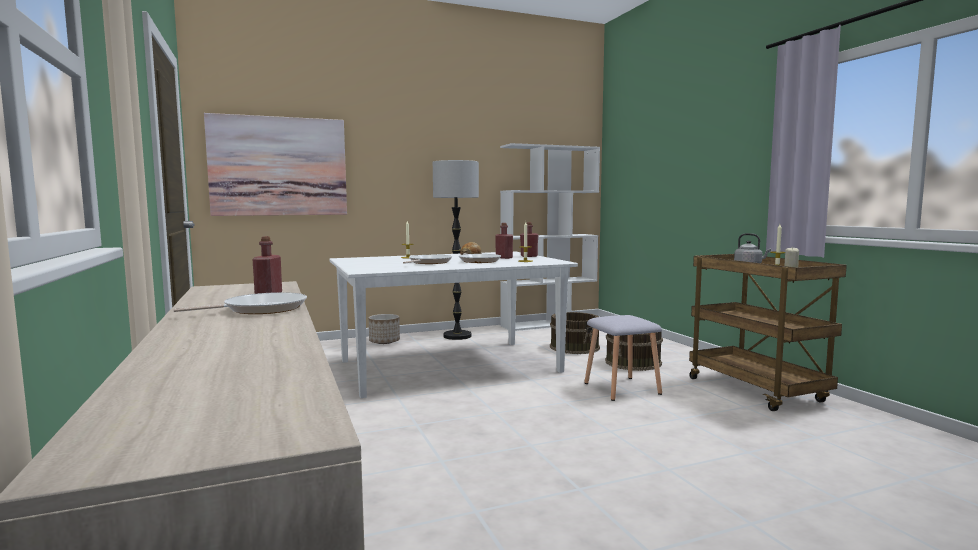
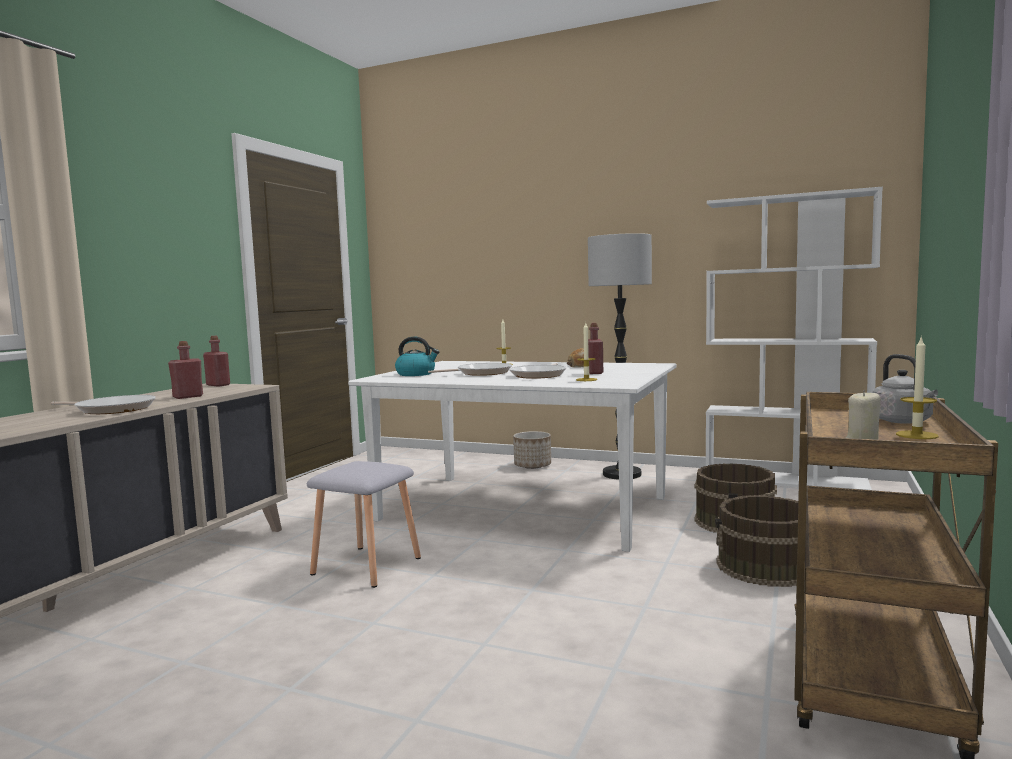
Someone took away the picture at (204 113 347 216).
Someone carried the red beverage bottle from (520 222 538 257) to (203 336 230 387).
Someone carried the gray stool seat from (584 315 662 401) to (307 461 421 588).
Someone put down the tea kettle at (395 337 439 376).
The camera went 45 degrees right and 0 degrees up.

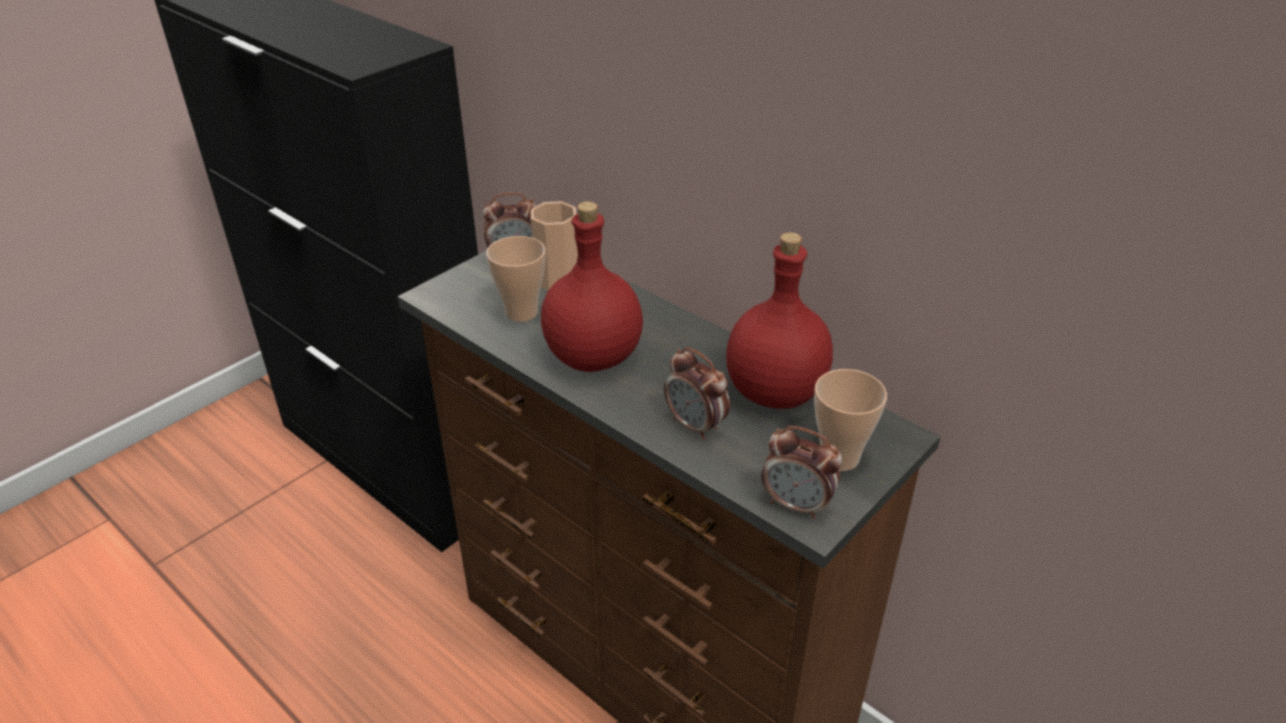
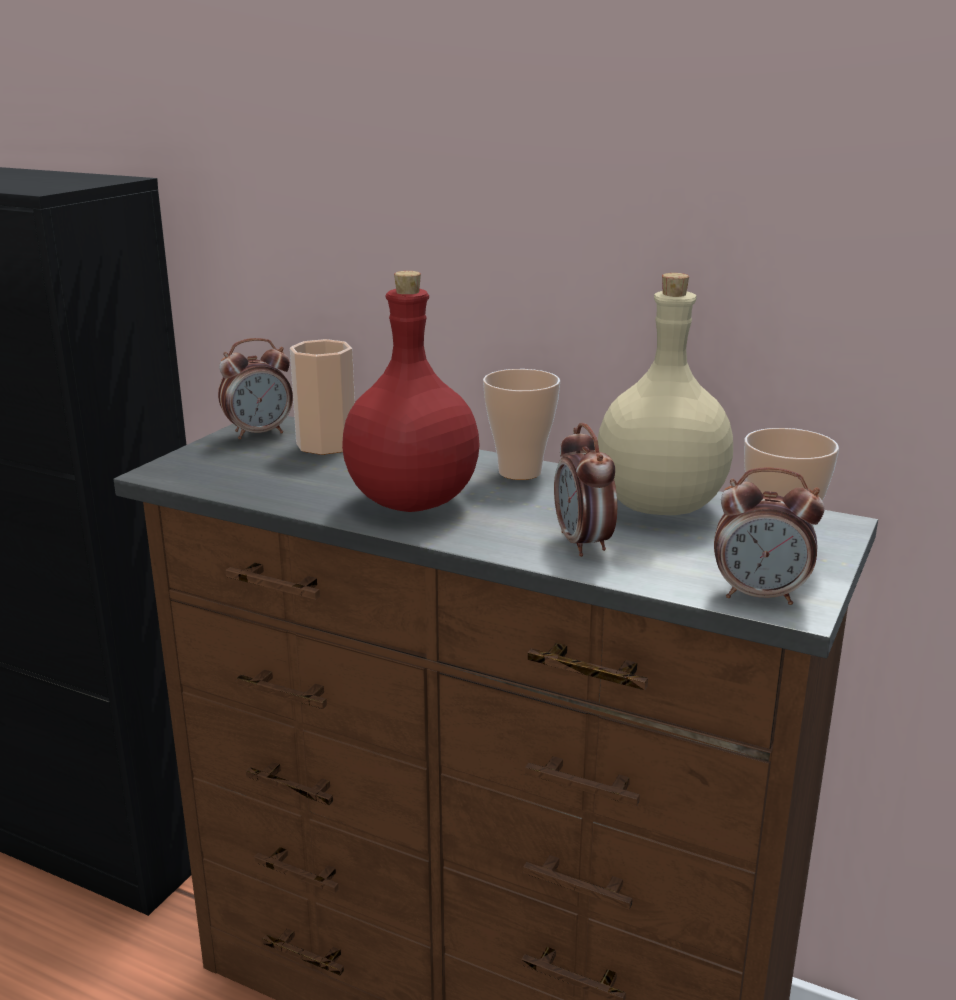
Someone carried the cup from (486 236 545 322) to (483 369 560 480).
Someone rotated the bedside clock at (664 347 730 440) by 45 degrees clockwise.
Someone repainted the red beverage bottle at (726 232 833 409), which became the beige beverage bottle at (598 273 733 515).
The camera went 15 degrees left and 15 degrees down.

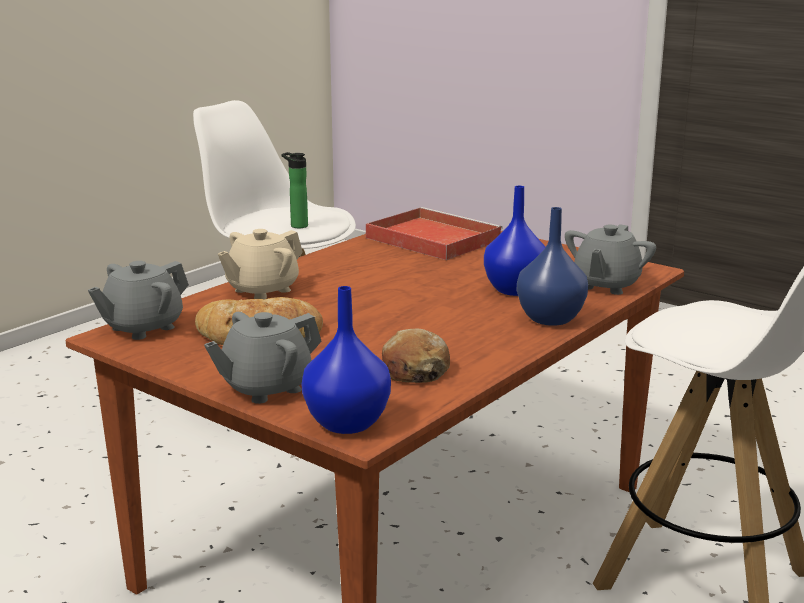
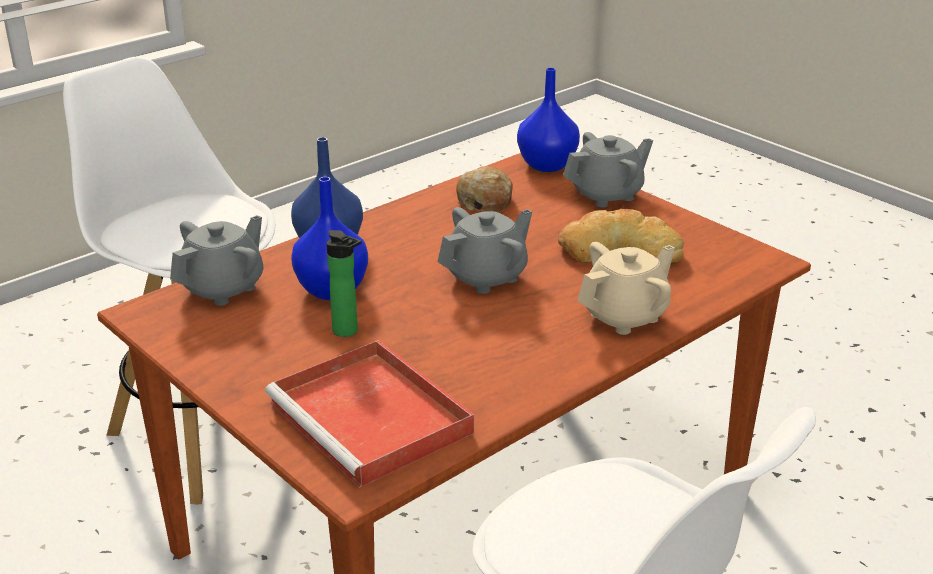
Someone carried the gray teapot from (88 261 189 340) to (438 207 532 294).
Someone carried the beverage bottle from (281 152 308 228) to (327 230 362 337).
The camera went 170 degrees left and 10 degrees up.

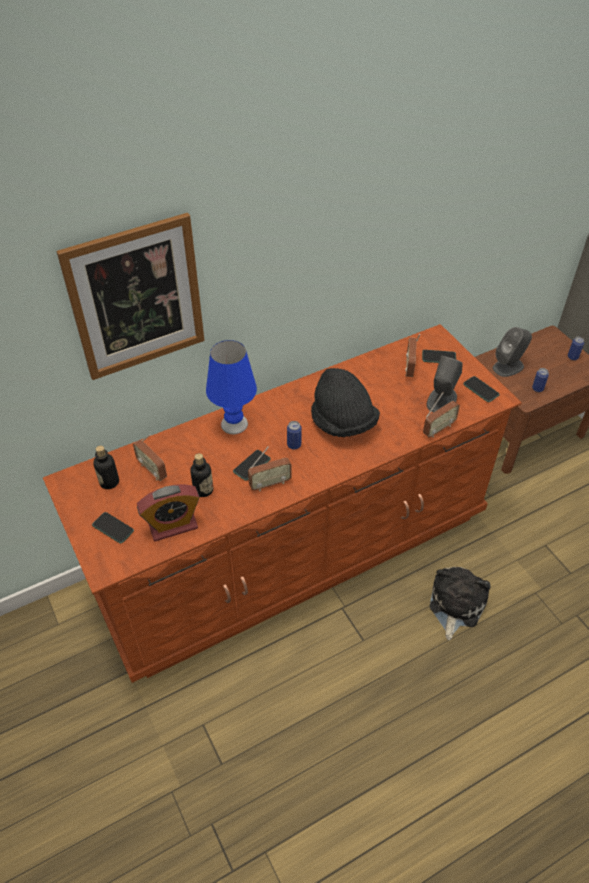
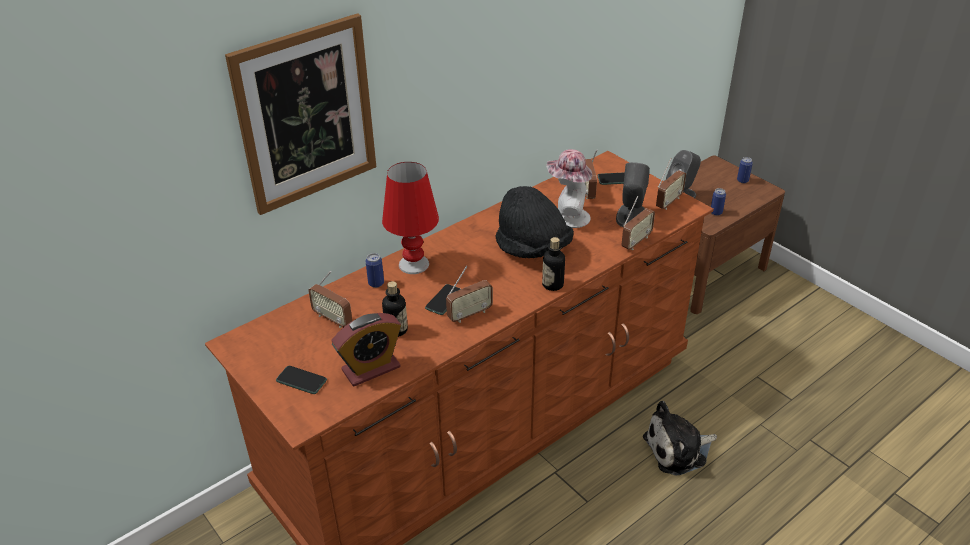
Someone carried the beverage bottle from (93 446 119 489) to (542 237 565 291).
Someone repainted the blue lamp for a table at (206 340 257 434), which became the red lamp for a table at (382 162 439 274).
Someone carried the metal can from (287 421 302 450) to (366 253 384 288).
Someone rotated the cuddly toy at (430 567 491 640) by 120 degrees counterclockwise.
Someone swapped the handset at (463 376 500 402) for the radio set at (656 158 686 210).
Someone put down the wearable hat at (546 149 592 228).
The camera went 10 degrees left and 10 degrees down.

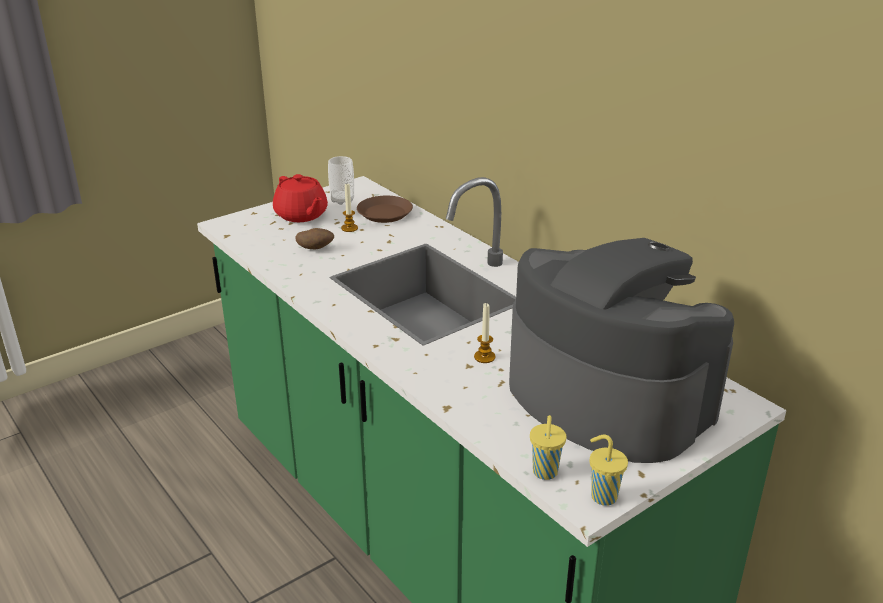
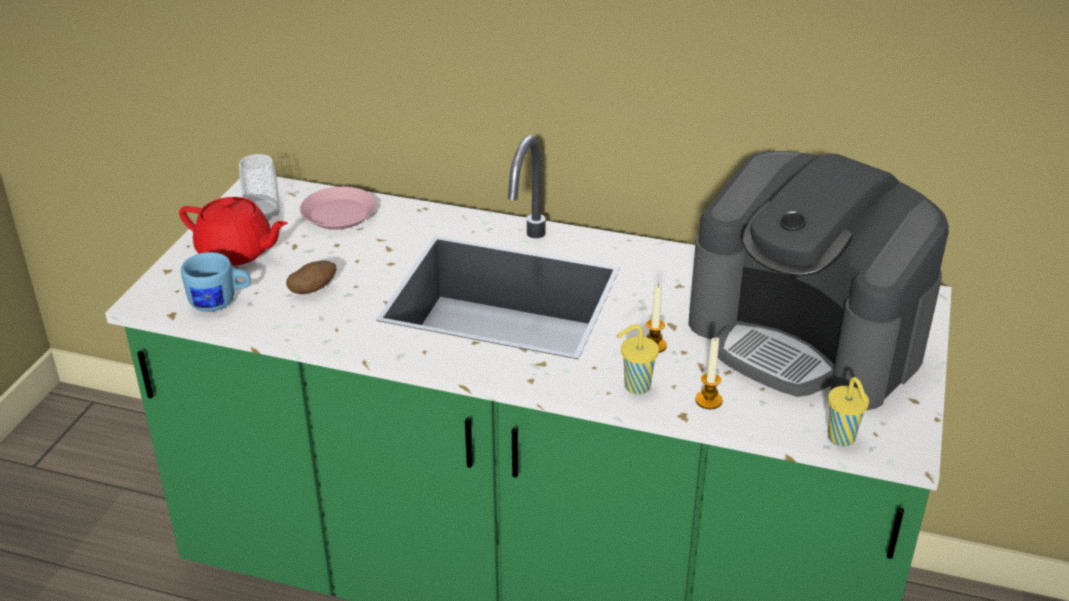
Someone carried the candle from (341 184 358 232) to (695 337 723 409).
Someone repainted the brown plate at (357 196 413 223), which became the pink-coloured plate at (300 187 376 230).
Someone rotated the coffee machine at (509 238 734 463) by 150 degrees counterclockwise.
Someone carried the yellow cup from (590 434 628 506) to (618 325 659 394).
Someone put down the blue coffee mug at (181 252 251 312).
The camera went 35 degrees left and 5 degrees up.

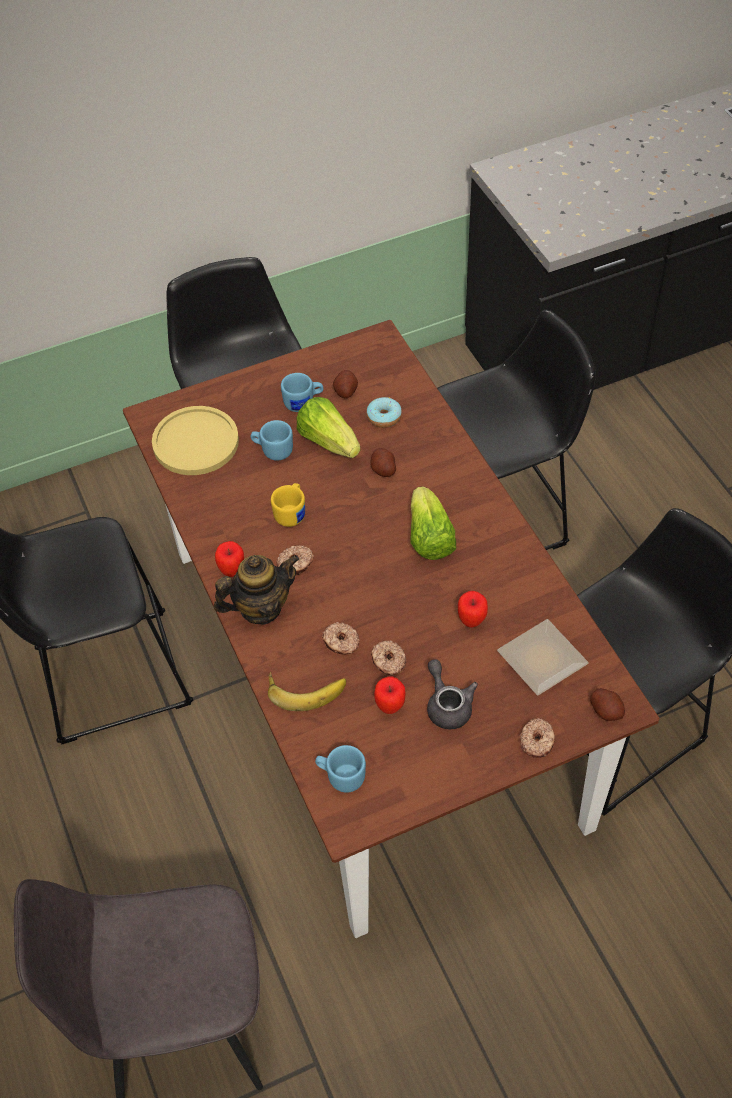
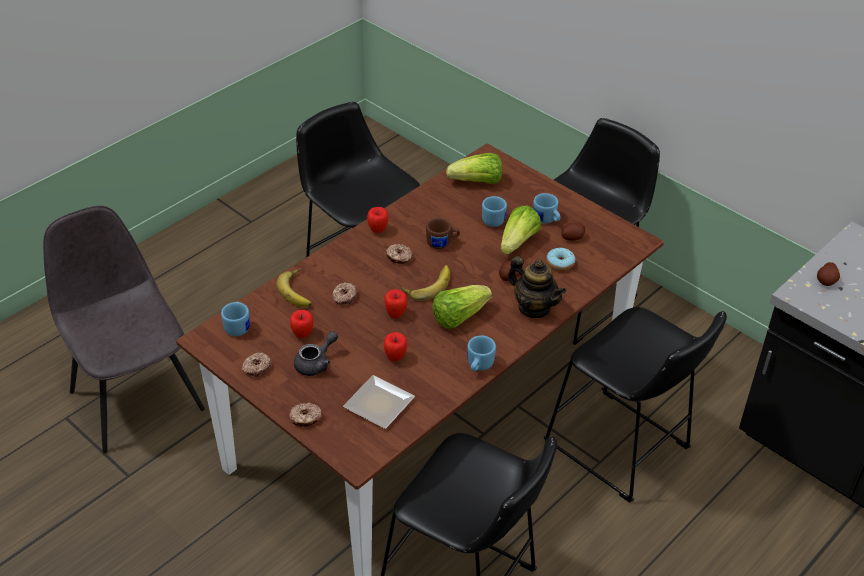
Someone swapped the yellow plate at (152 406 239 475) for the head of lettuce at (446 153 502 184).
Someone carried the teapot from (214 555 300 625) to (508 256 566 318).
Someone repainted the yellow coffee mug at (271 483 305 527), which became the brown coffee mug at (426 218 460 249).
Someone carried the ring doughnut from (371 640 406 675) to (242 352 272 378).
Someone carried the whole potato from (590 688 625 721) to (817 262 840 286).
Someone put down the whole apple at (384 289 407 318).
Someone put down the banana at (402 265 450 301).
Someone put down the blue coffee mug at (467 336 496 371).
The camera went 65 degrees right and 10 degrees down.

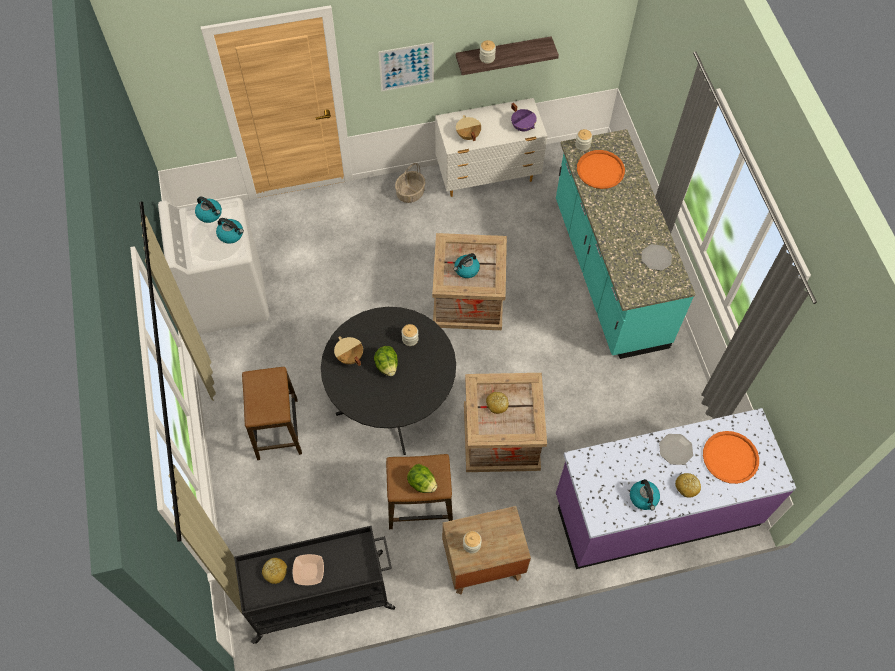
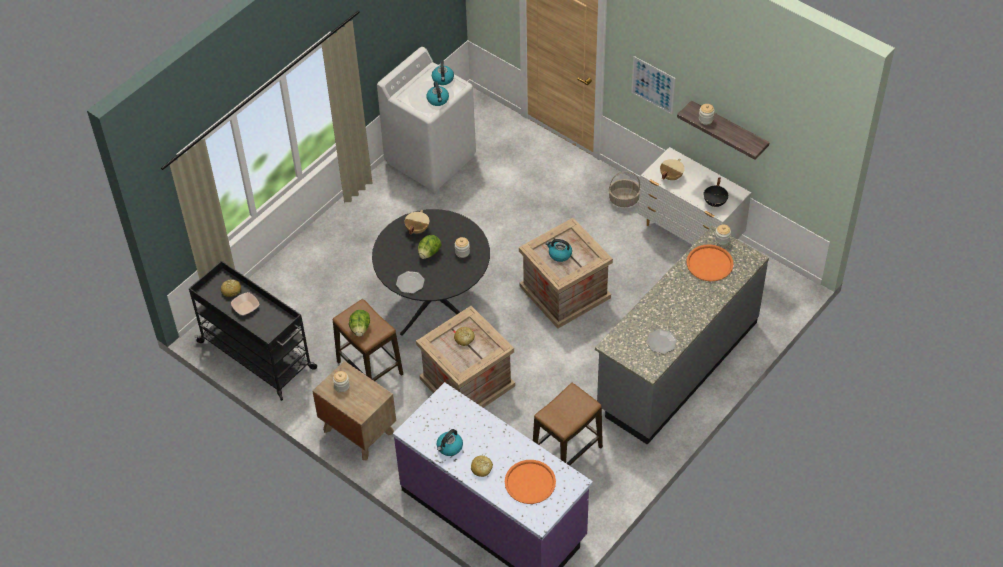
Someone carried the stool seat from (242 367 302 460) to (533 383 603 466).
Someone repainted the purplish cooking pot at (511 103 537 131), which became the black cooking pot at (703 177 728 207).
Someone repainted the turquoise kitchen base unit at (556 129 695 359), which became the gray kitchen base unit at (595 225 769 445).
Someone carried the plate from (659 434 693 465) to (396 271 425 293).
The camera went 55 degrees right and 10 degrees down.

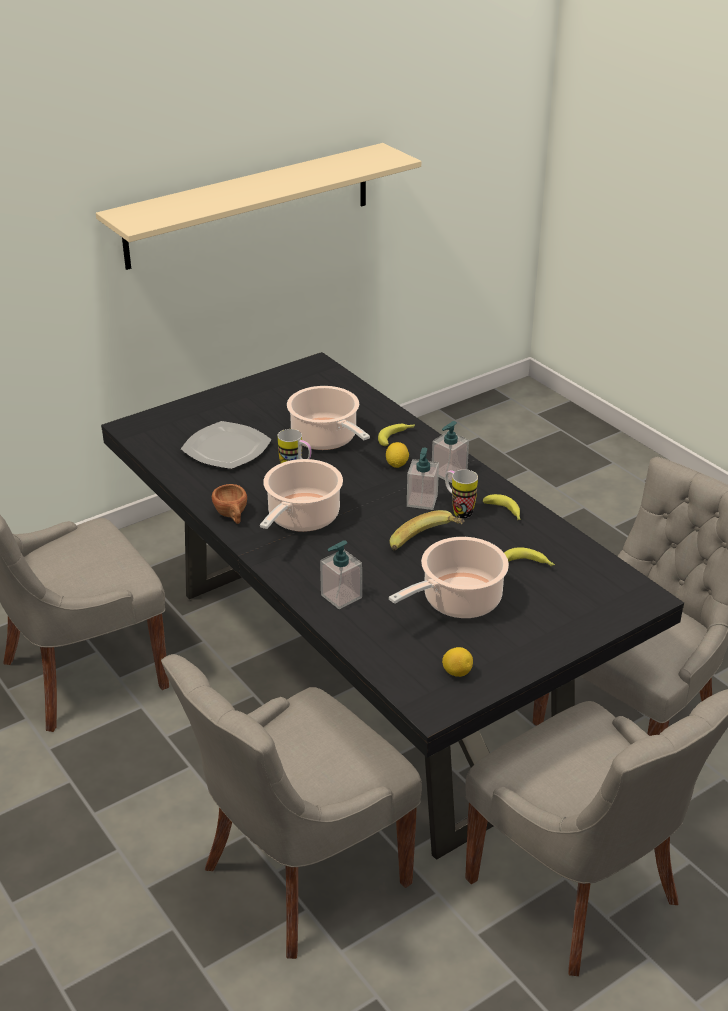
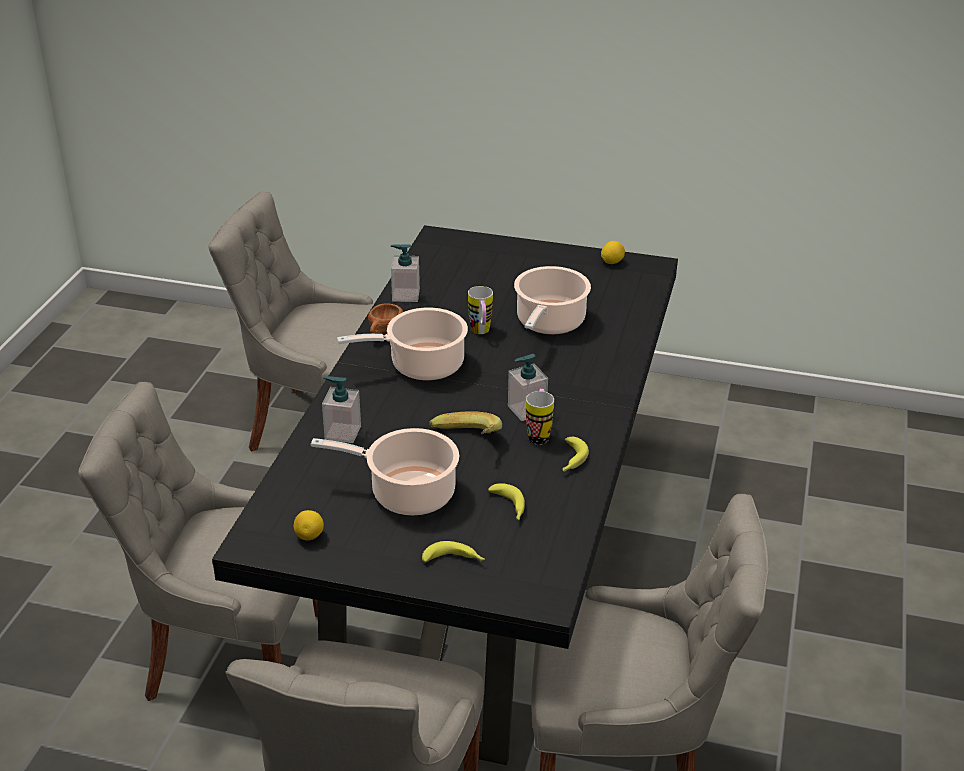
Someone took away the beige bracket shelf at (96 143 421 270).
Someone took away the plate at (181 421 272 469).
Someone carried the banana from (378 424 415 446) to (422 541 485 562).
Someone carried the lemon from (386 442 409 468) to (601 241 625 264).
Someone carried the soap dispenser from (432 421 469 483) to (391 244 420 302).
The camera went 50 degrees right and 0 degrees up.

